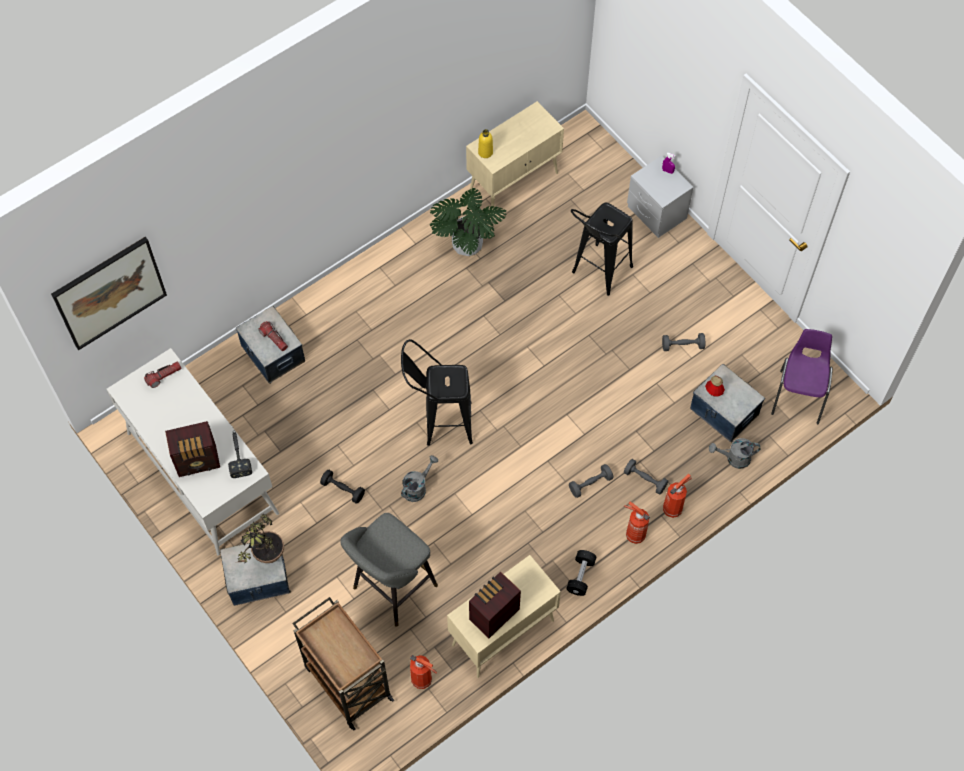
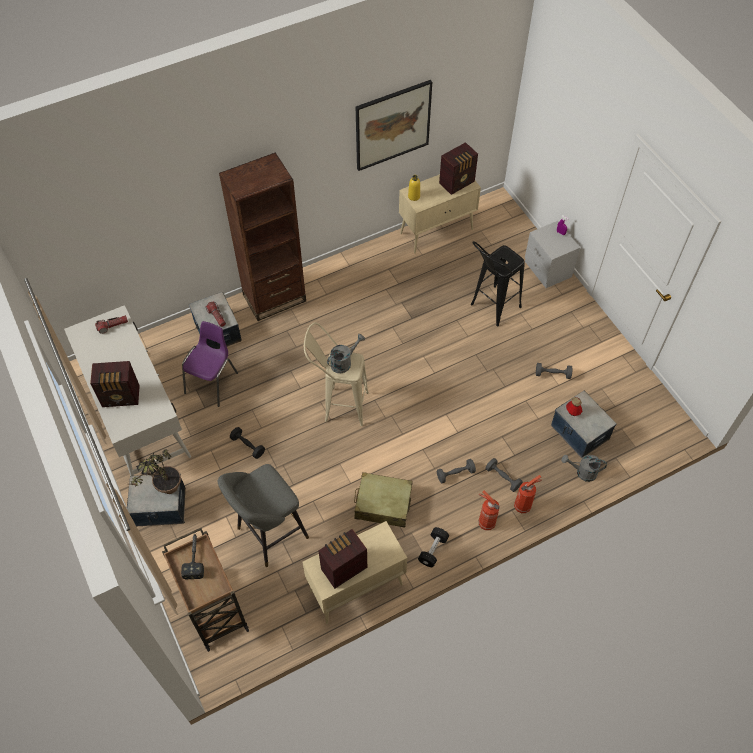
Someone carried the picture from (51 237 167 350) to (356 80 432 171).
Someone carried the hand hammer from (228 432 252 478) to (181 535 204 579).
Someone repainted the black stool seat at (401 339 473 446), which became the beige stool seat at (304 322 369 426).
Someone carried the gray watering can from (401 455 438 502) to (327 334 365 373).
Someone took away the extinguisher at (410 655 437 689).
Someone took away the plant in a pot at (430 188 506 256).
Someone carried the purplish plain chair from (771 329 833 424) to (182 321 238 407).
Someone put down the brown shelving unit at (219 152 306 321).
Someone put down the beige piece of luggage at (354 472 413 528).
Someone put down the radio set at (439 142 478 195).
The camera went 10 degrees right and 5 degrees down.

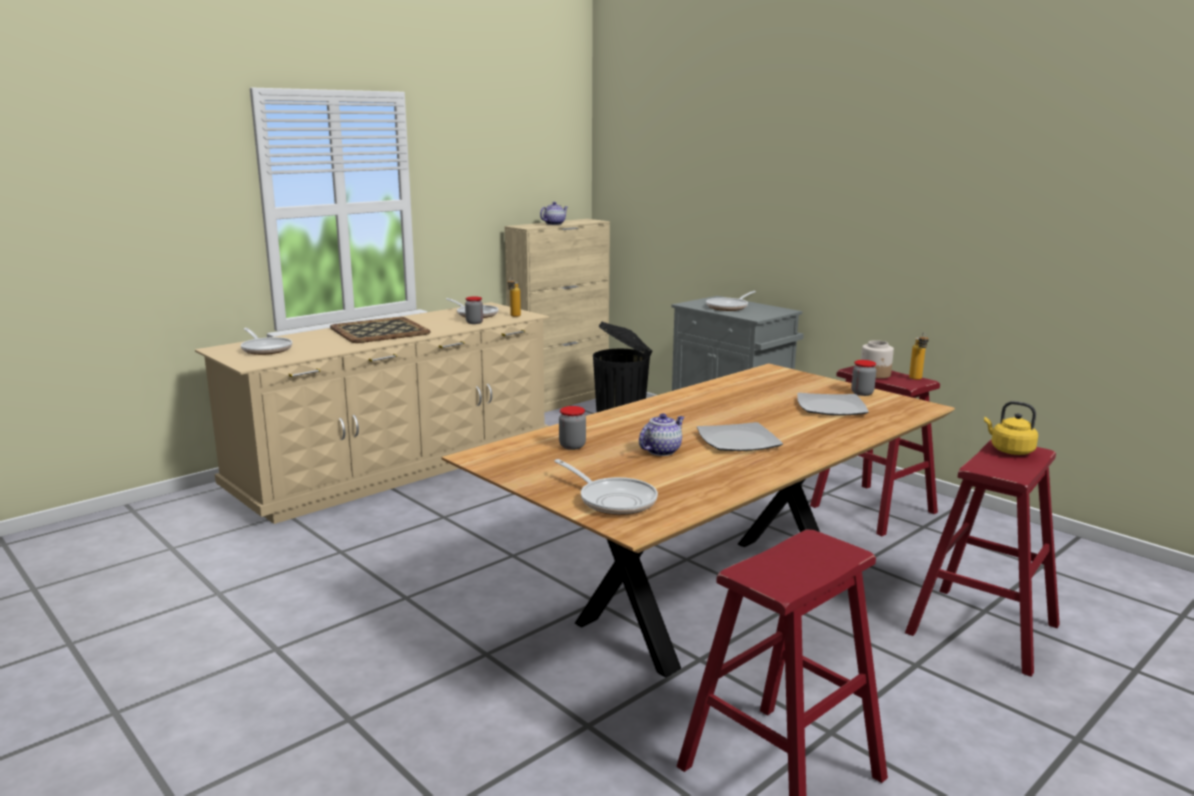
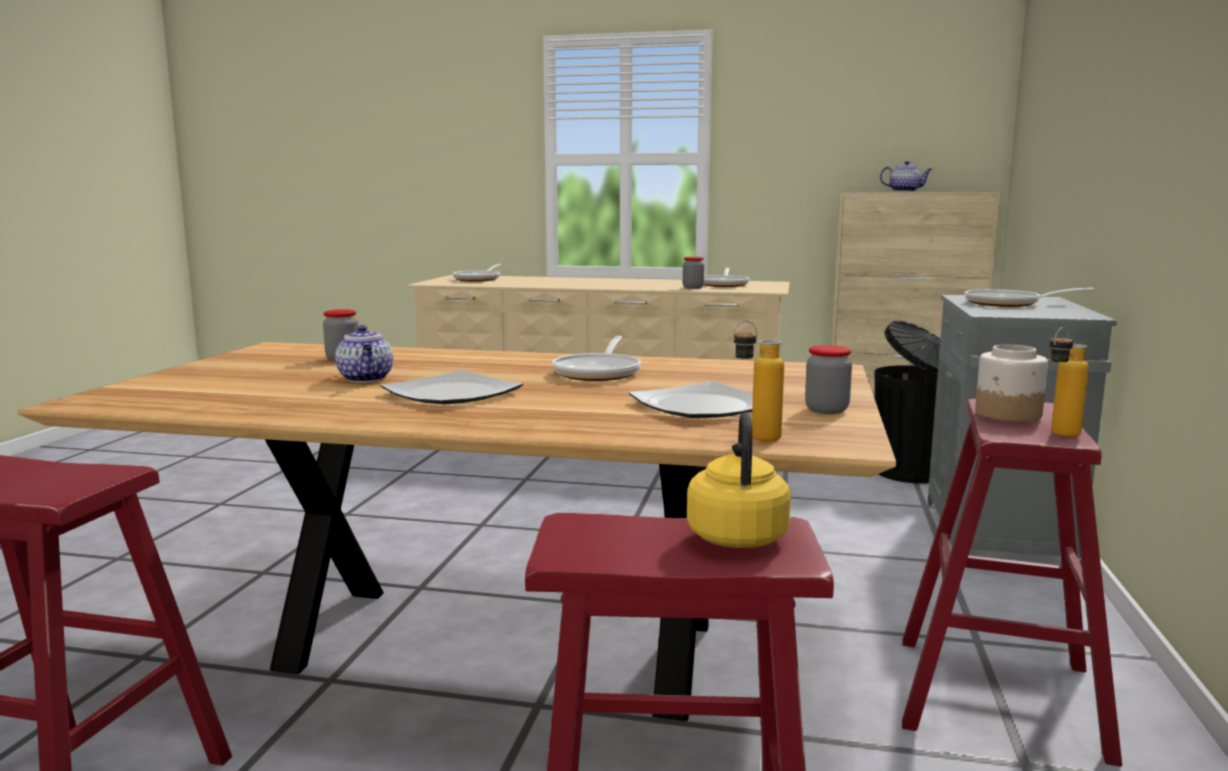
Someone took away the serving tray at (330 317 430 343).
Someone carried the beverage bottle from (507 276 521 317) to (733 321 784 441).
Someone carried the skillet from (554 459 658 515) to (552 336 641 381).
Someone rotated the teapot at (639 413 684 456) by 60 degrees clockwise.
The camera went 55 degrees right and 5 degrees down.

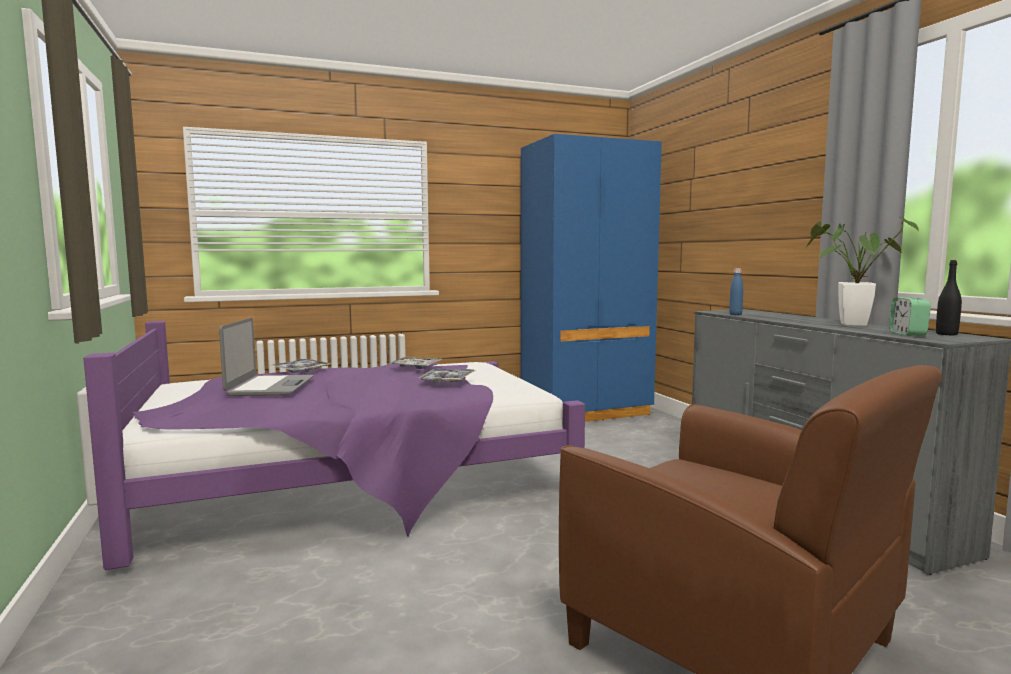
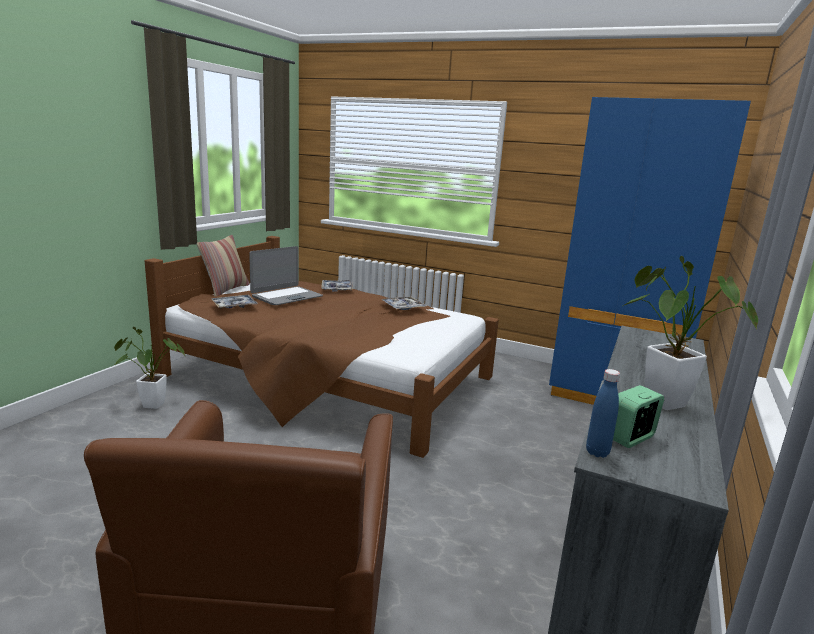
Someone repainted the purplish bedroom bed at (83 321 585 570), which became the brown bedroom bed at (145 236 499 458).
Someone carried the serving tray from (419 368 475 383) to (211 295 258 308).
Someone carried the blue beverage bottle from (729 268 743 315) to (586 369 620 458).
Someone took away the black beverage bottle at (936 260 962 335).
Someone put down the plant in a pot at (114 327 185 409).
Someone put down the pillow at (197 235 249 297).
The camera went 45 degrees right and 10 degrees up.

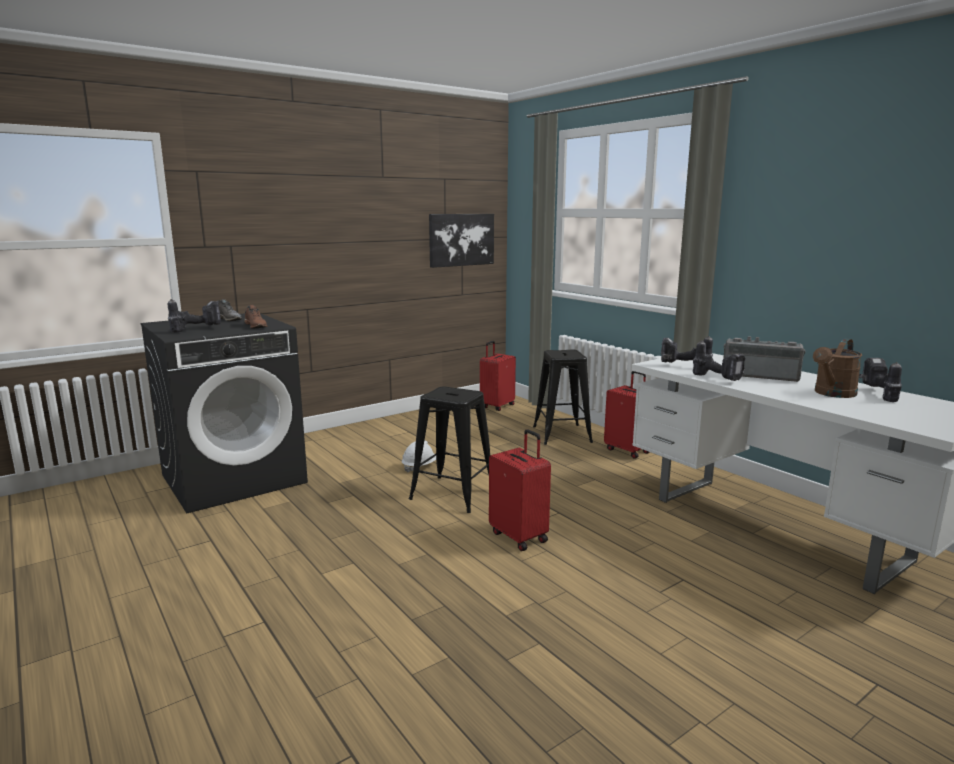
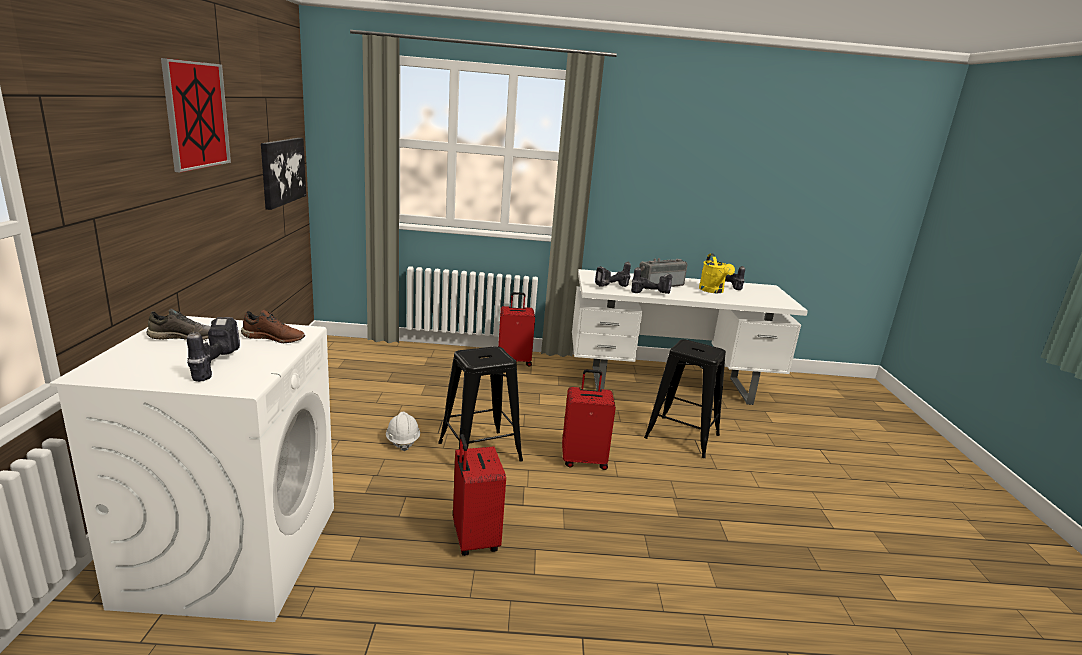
Someone repainted the black laundry machine at (140 313 308 513), which became the white laundry machine at (49 316 334 622).
Someone carried the red piece of luggage from (480 341 516 411) to (453 434 506 556).
Someone carried the black stool seat from (533 350 593 445) to (644 339 726 458).
Someone repainted the brown watering can at (813 338 862 398), which became the yellow watering can at (699 253 735 293).
Someone put up the picture at (161 58 231 172).
The camera went 55 degrees left and 5 degrees up.

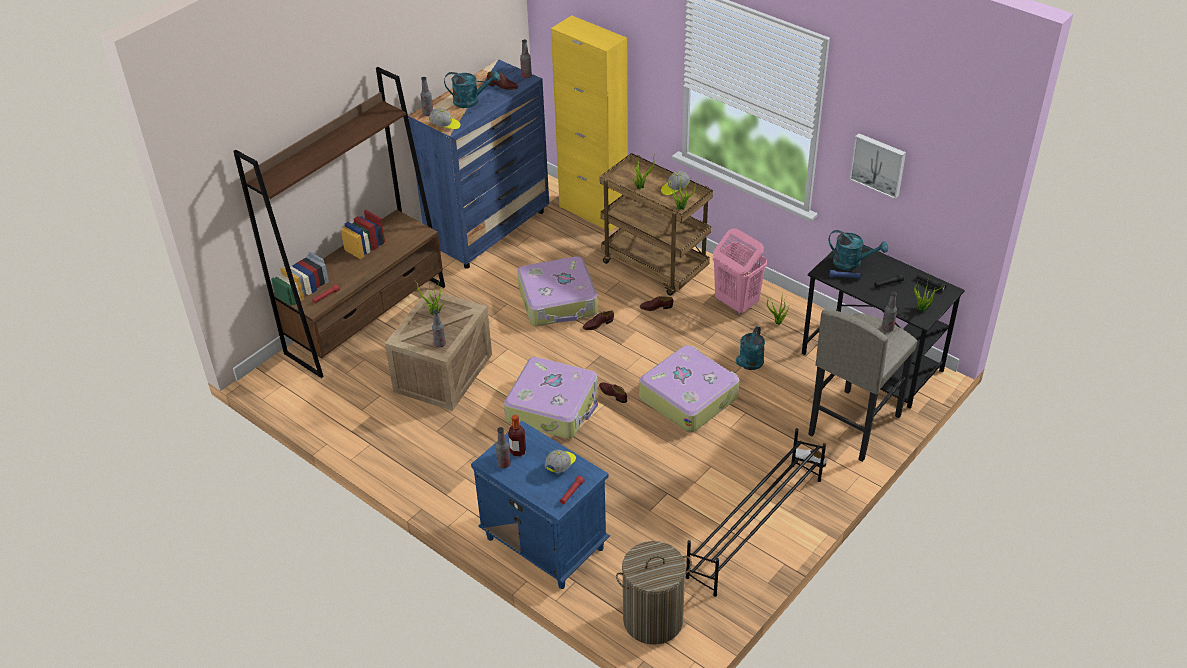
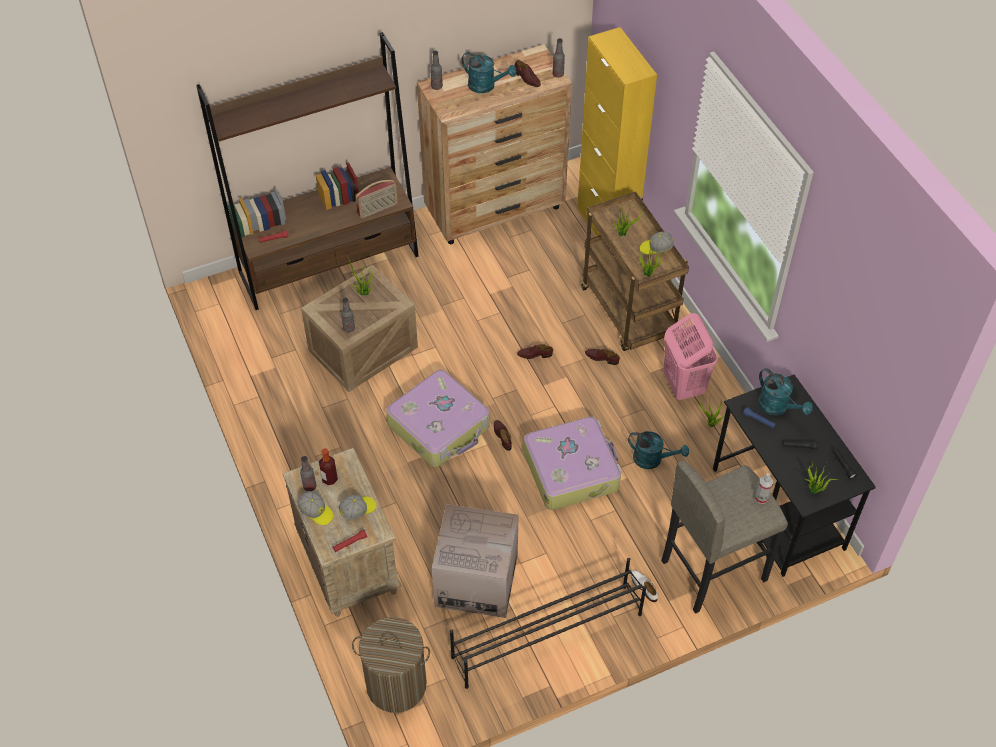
Someone repainted the blue dresser at (408 59 549 269), which became the brown dresser at (417 45 572 244).
Someone carried the peaked cap from (429 108 461 130) to (297 491 333 525).
Someone repainted the blue nightstand at (471 421 610 589), which became the beige nightstand at (283 448 402 617).
Someone took away the piece of luggage at (517 256 598 326).
Someone rotated the turquoise watering can at (736 326 765 370) by 120 degrees counterclockwise.
Someone took away the picture at (849 133 906 199).
Someone swapped the beverage bottle at (882 292 897 332) for the hand sprayer at (755 473 773 504).
Someone put down the radio set at (355 180 398 218).
Someone put down the carton at (432 504 519 618).
The camera went 25 degrees right and 10 degrees up.

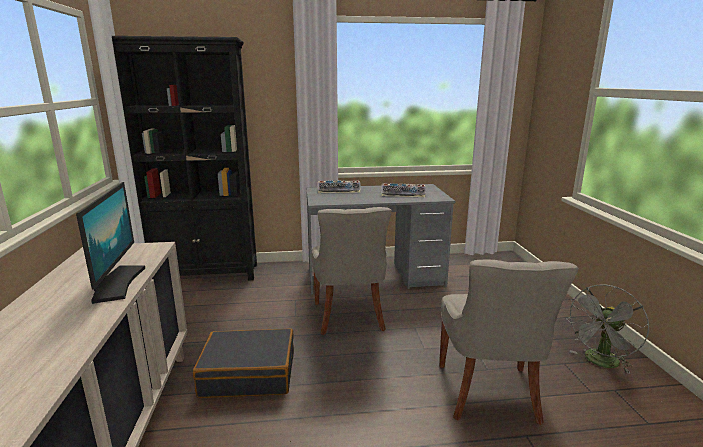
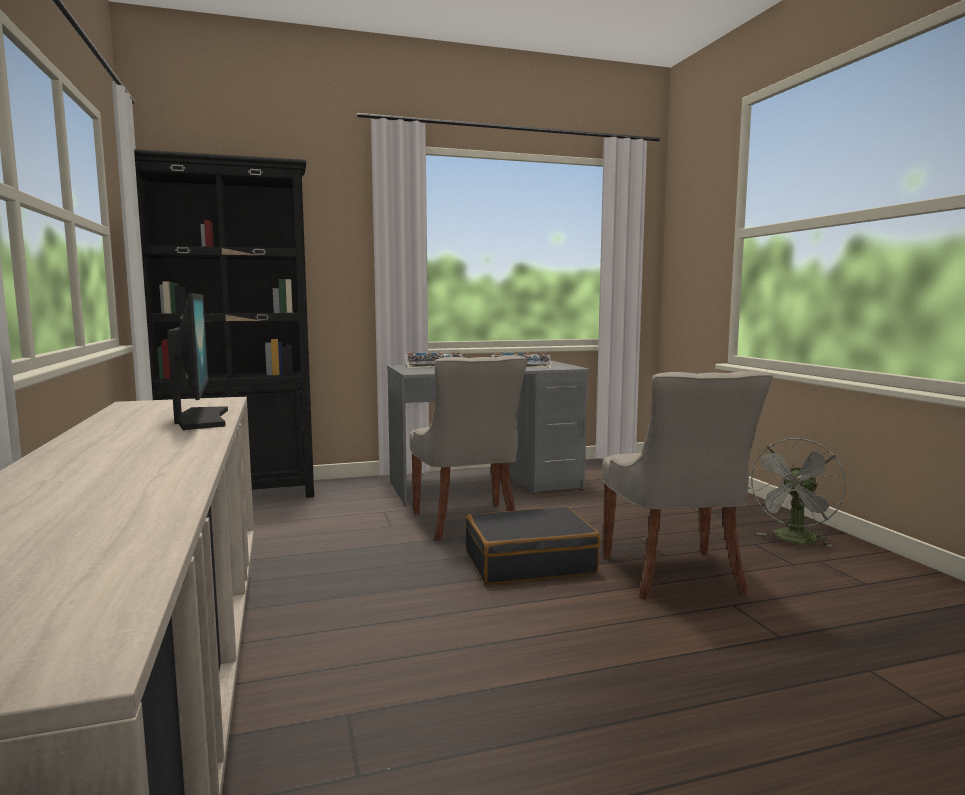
Someone carried the black piece of luggage from (193 328 294 398) to (466 506 600 585).
The camera went 10 degrees left and 10 degrees down.

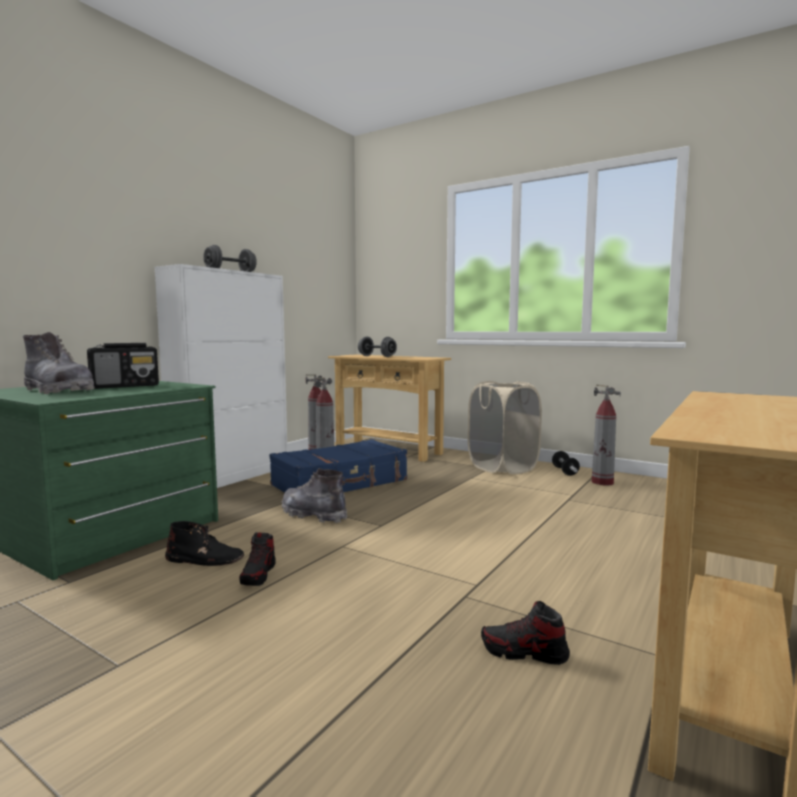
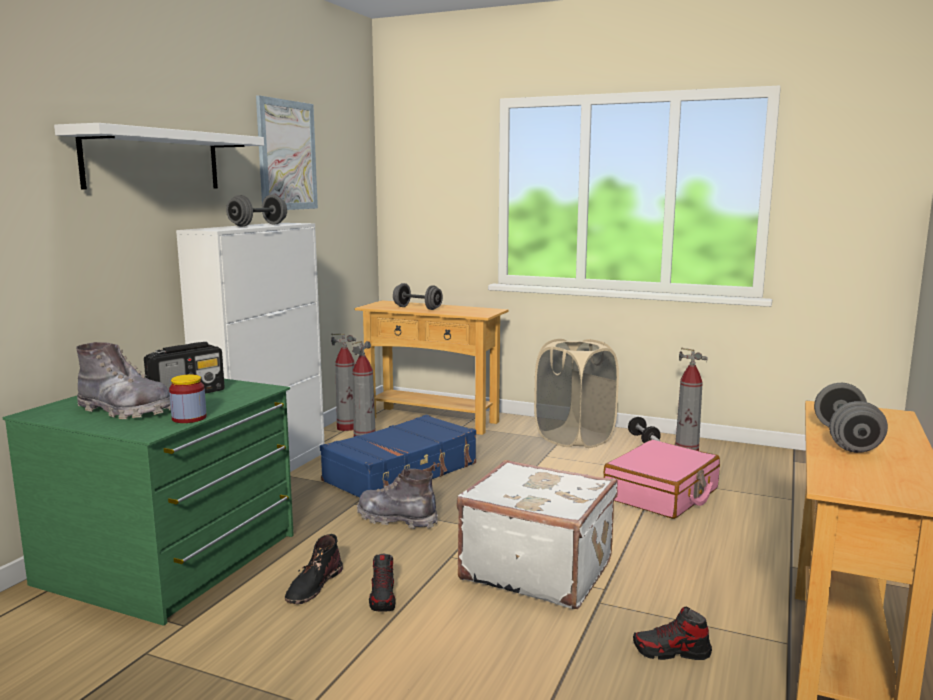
Someone rotated the black high-top boot at (165 521 244 566) by 120 degrees clockwise.
Someone put up the white bracket shelf at (54 123 264 189).
Someone put down the jar at (169 375 207 423).
Someone put up the picture at (256 95 318 210).
Someone put down the white piece of luggage at (457 460 618 609).
Someone put down the pink-coloured piece of luggage at (603 440 720 519).
Someone put down the gray free weight at (814 383 888 453).
The camera went 10 degrees left and 5 degrees up.

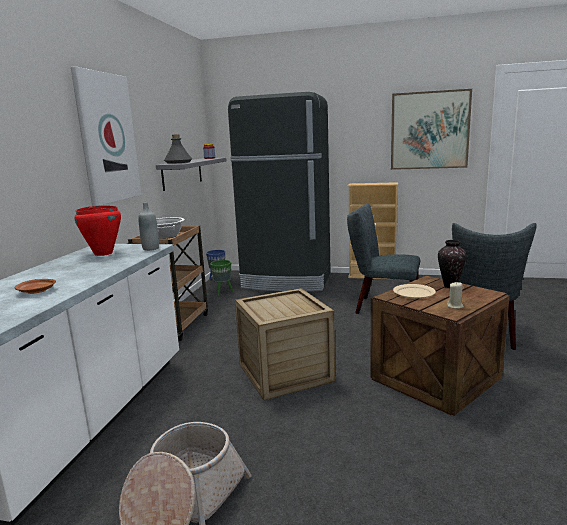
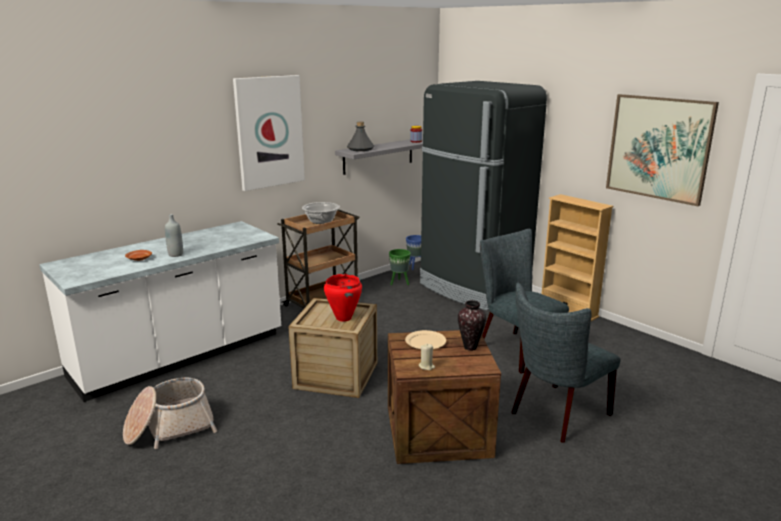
Someone carried the red cooking pot from (74 206 121 256) to (324 274 362 322).
Someone carried the gray beverage bottle from (138 202 159 251) to (165 214 183 257).
The camera went 35 degrees right and 5 degrees up.

